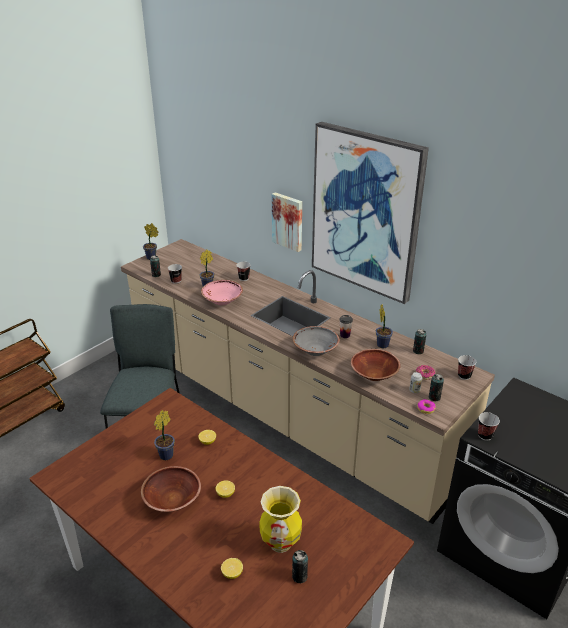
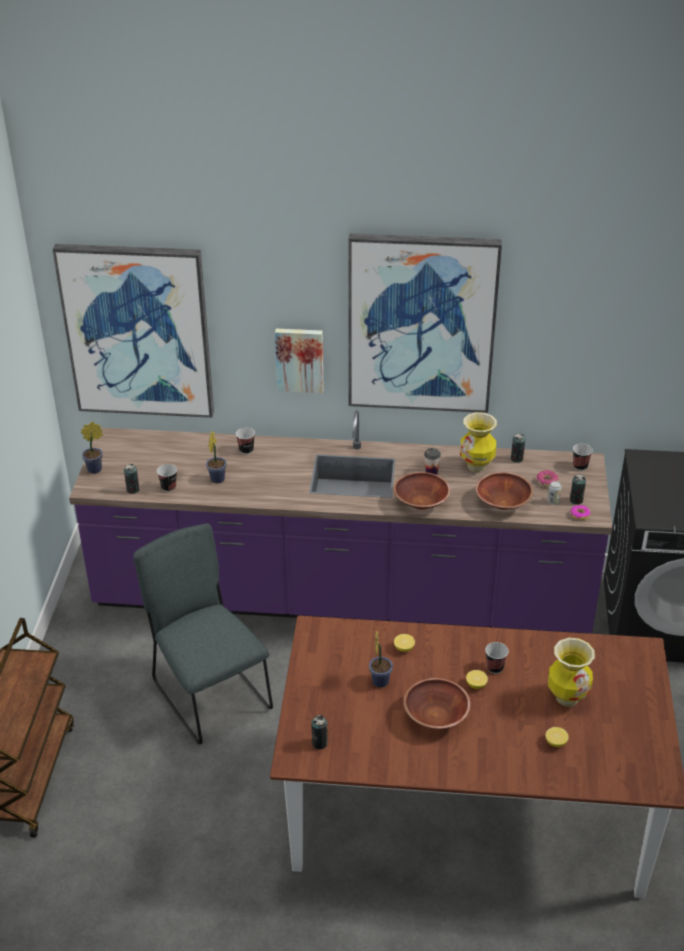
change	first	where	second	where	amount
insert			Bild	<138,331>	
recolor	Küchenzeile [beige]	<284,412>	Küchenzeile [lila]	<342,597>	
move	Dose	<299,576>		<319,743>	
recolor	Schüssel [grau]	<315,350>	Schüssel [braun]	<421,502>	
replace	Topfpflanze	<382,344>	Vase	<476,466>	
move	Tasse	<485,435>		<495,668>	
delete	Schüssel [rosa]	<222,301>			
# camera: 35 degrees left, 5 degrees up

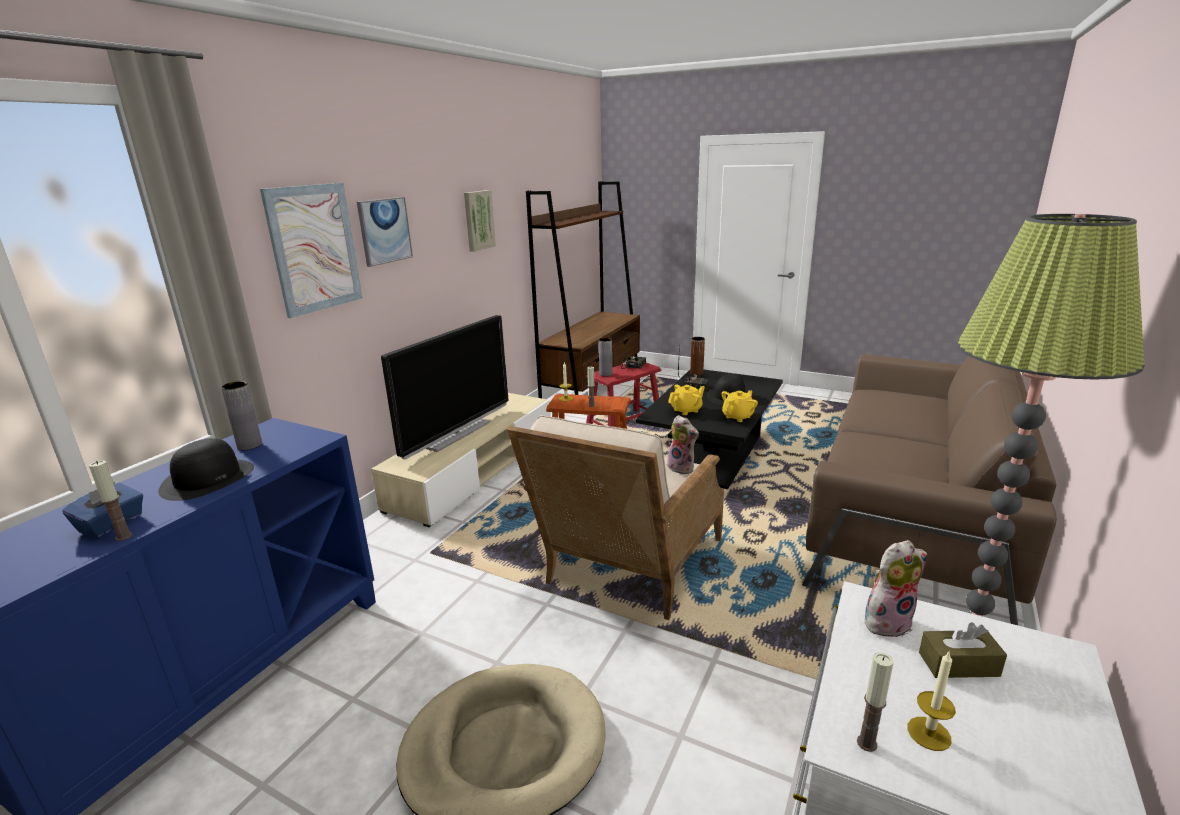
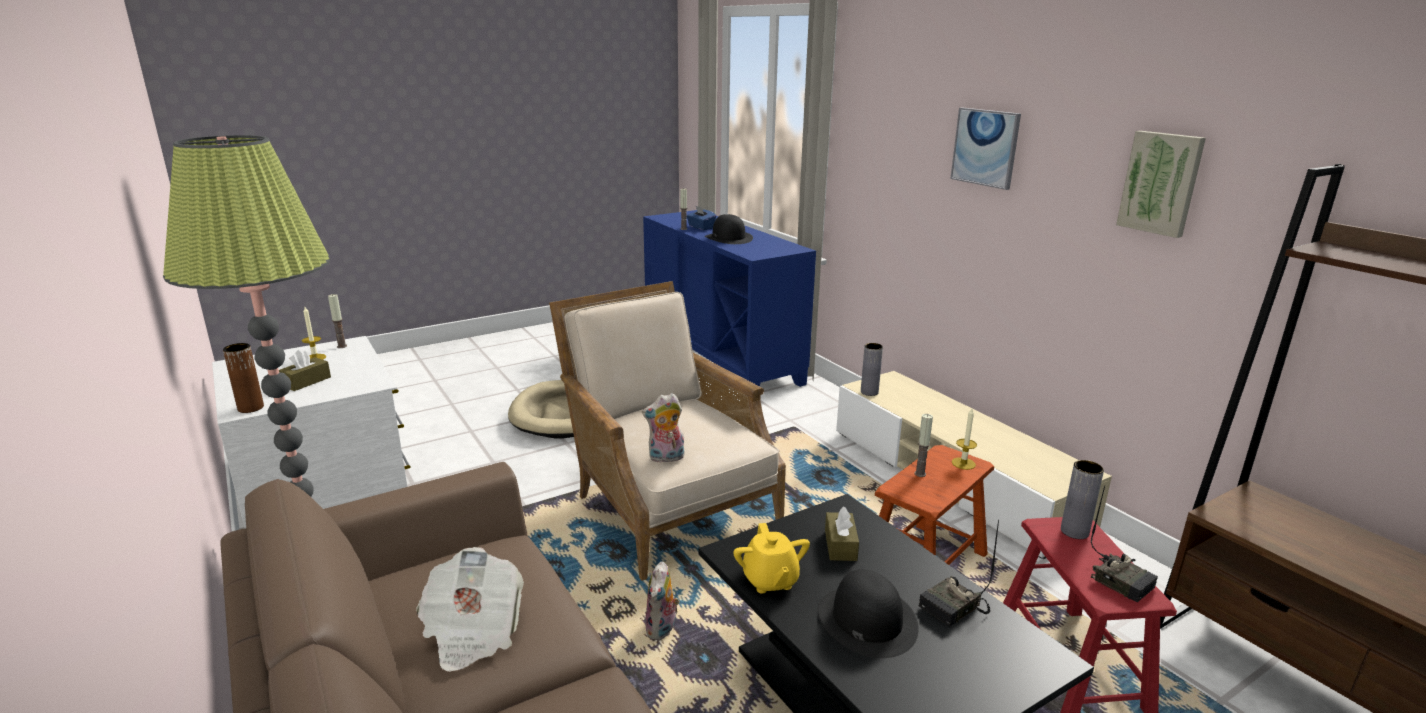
change	first	where	second	where	amount
move	Vase [braun]	<696,373>		<251,408>	
insert			Zeitung	<472,631>	
move	Plüschtier	<887,621>		<662,629>	
replace	Teekanne [gelb]	<686,410>	Taschentuchbox [braun]	<840,545>	
move	Vase [grau]	<249,445>		<869,392>	
delete	Bild	<314,248>			
delete	Fernseher	<455,434>			
# camera: 120 degrees right, 0 degrees up

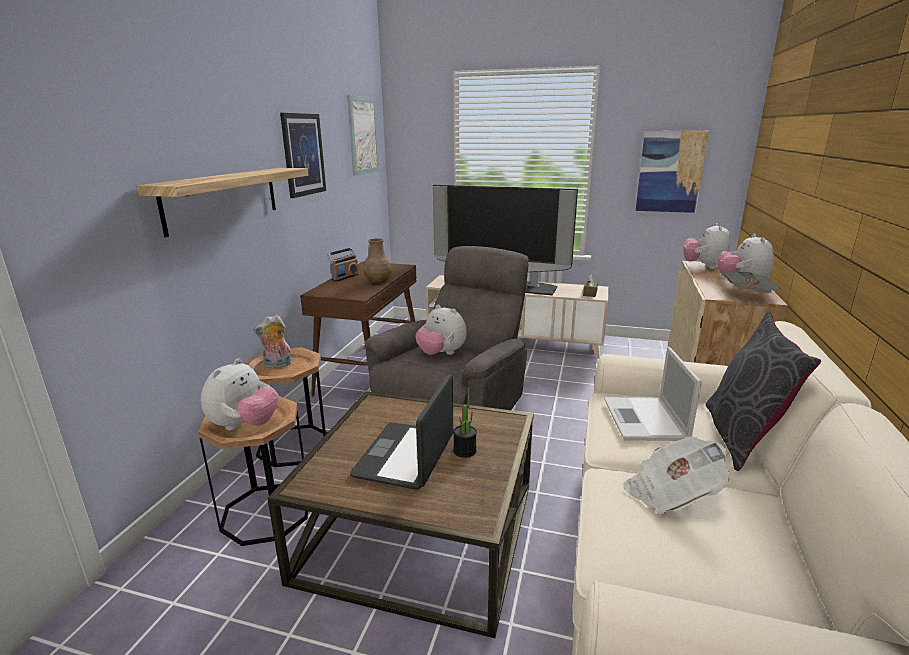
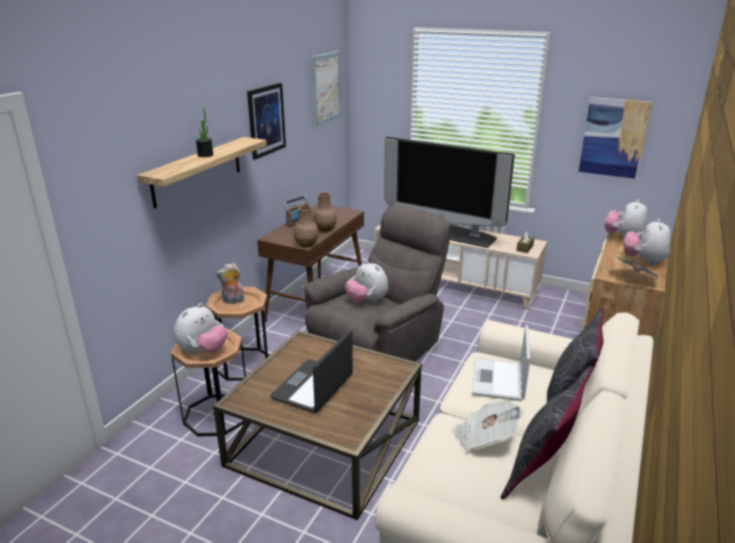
change	first	where	second	where	amount
move	Topfpflanze	<464,451>		<205,155>	
insert			Vase [braun]	<306,244>	
insert			Kissen [grau]	<540,472>	
# camera: 10 degrees right, 5 degrees up

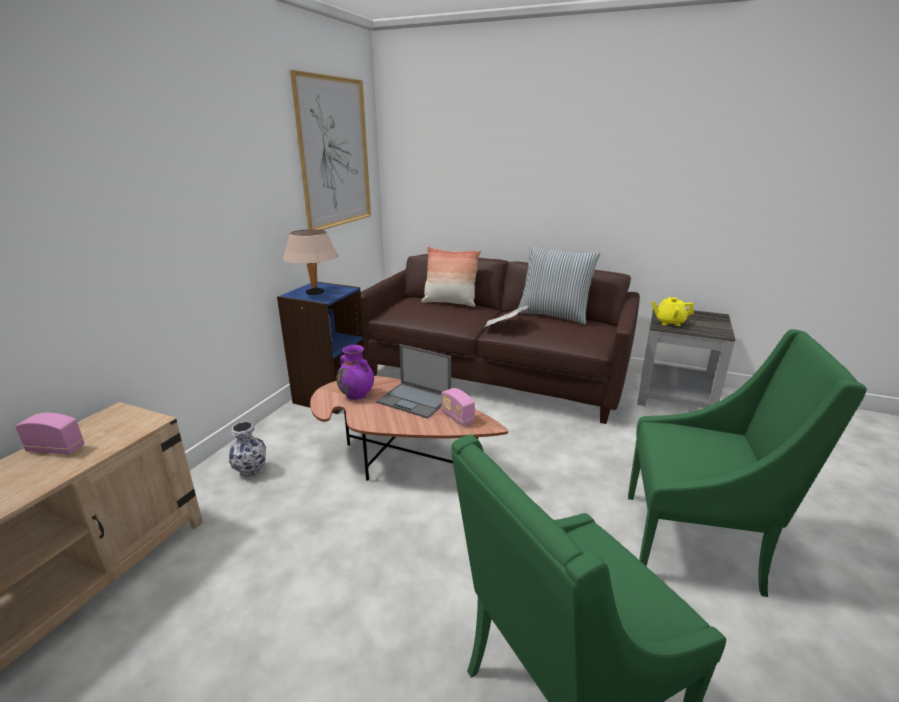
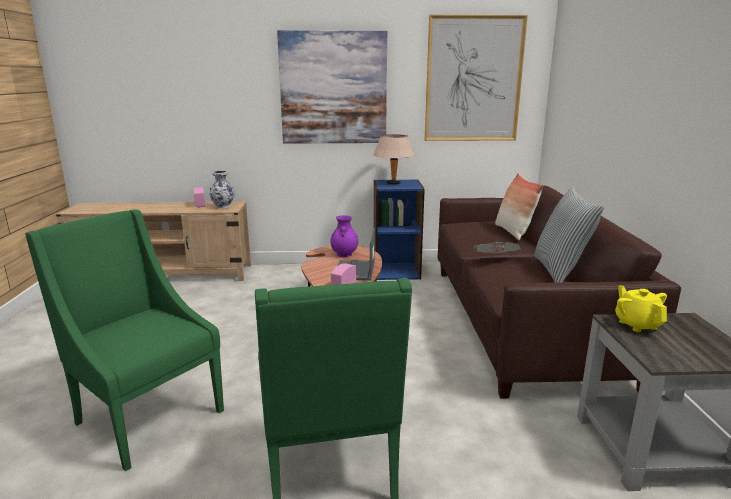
change	first	where	second	where	amount
move	Vase	<251,471>		<223,206>	
insert			Bild	<333,88>	
# camera: 65 degrees right, 5 degrees down

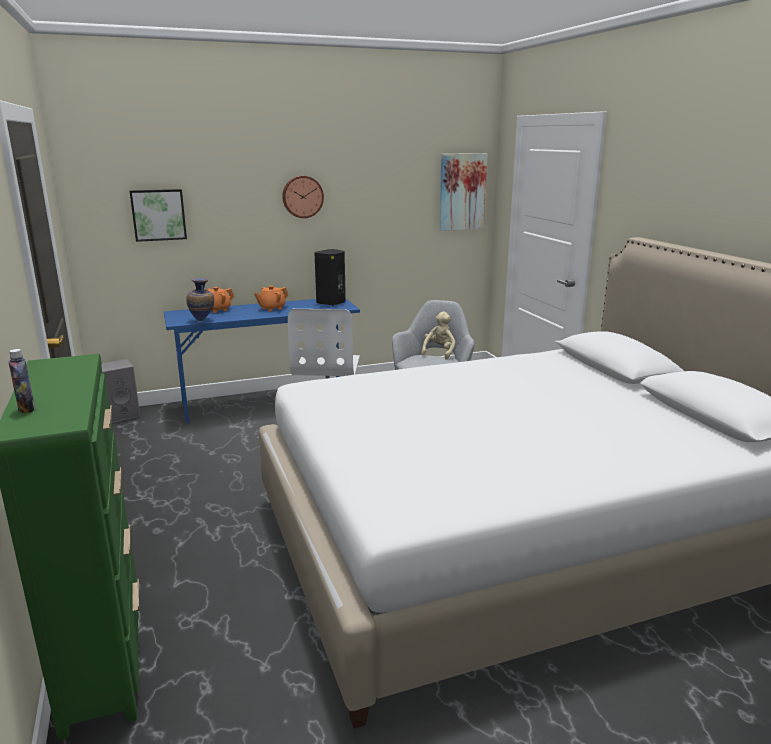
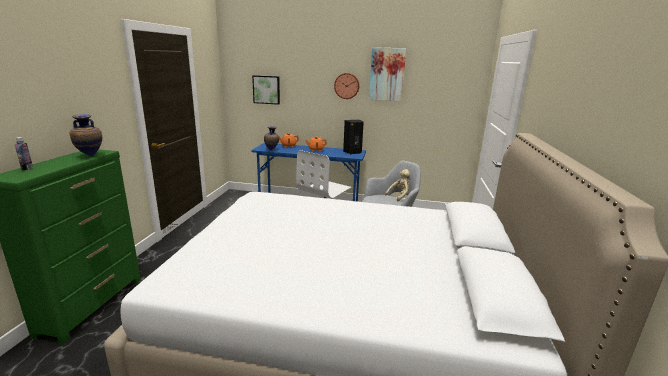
change	first	where	second	where	amount
insert			Vase	<90,156>	
move	Bild	<462,192>		<387,74>	
delete	Lautsprecher [grau]	<122,415>			
# camera: 30 degrees right, 0 degrees up

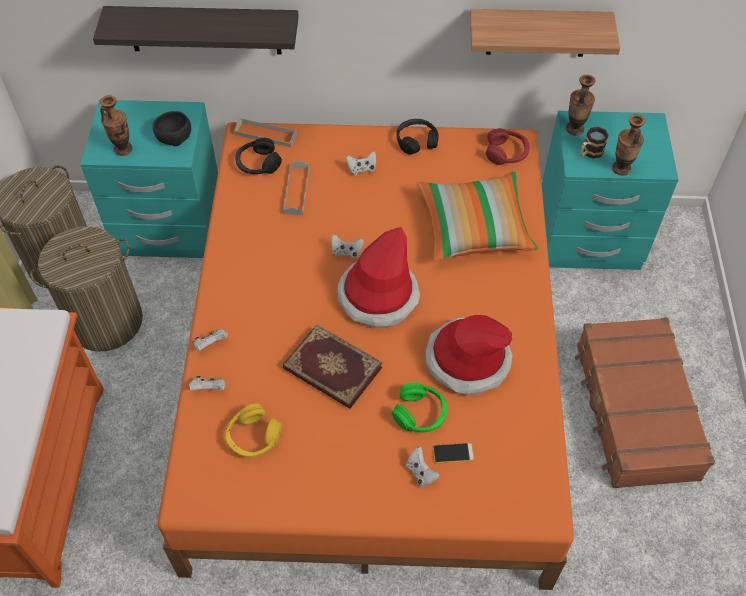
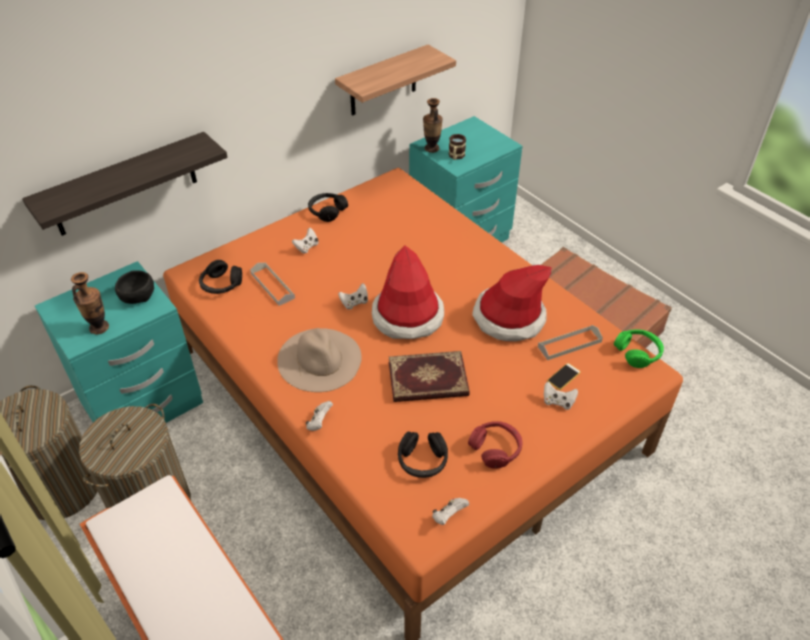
change	first	where	second	where	amount
insert			Hut [beige]	<319,359>	
recolor	Kopfhörer [gelb]	<253,437>	Kopfhörer [schwarz]	<422,461>	
move	Gamepad [weiß]	<209,389>		<448,516>	
move	Kopfhörer [rot]	<506,153>		<496,448>	
move	Tablett [grau]	<266,134>		<569,344>	
move	Kopfhörer [grün]	<420,413>		<638,352>	
delete	Kissen	<474,227>			
delete	Vase	<621,168>			
# camera: 40 degrees left, 10 degrees down

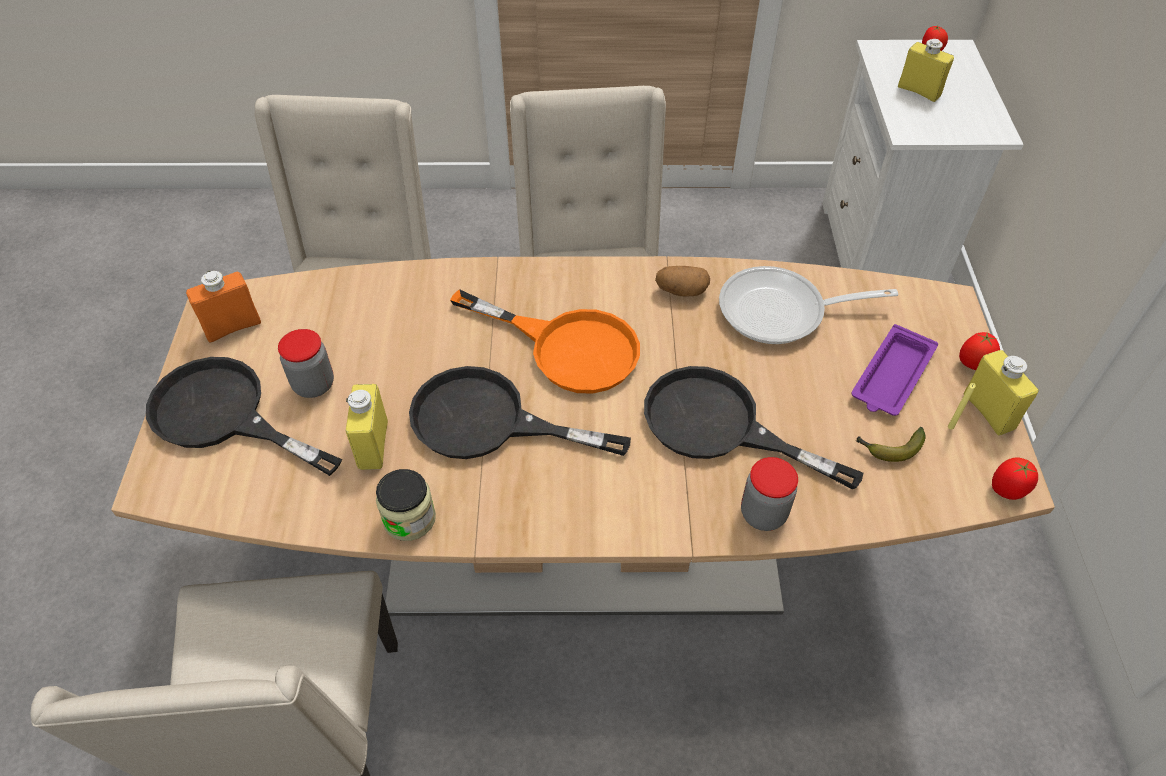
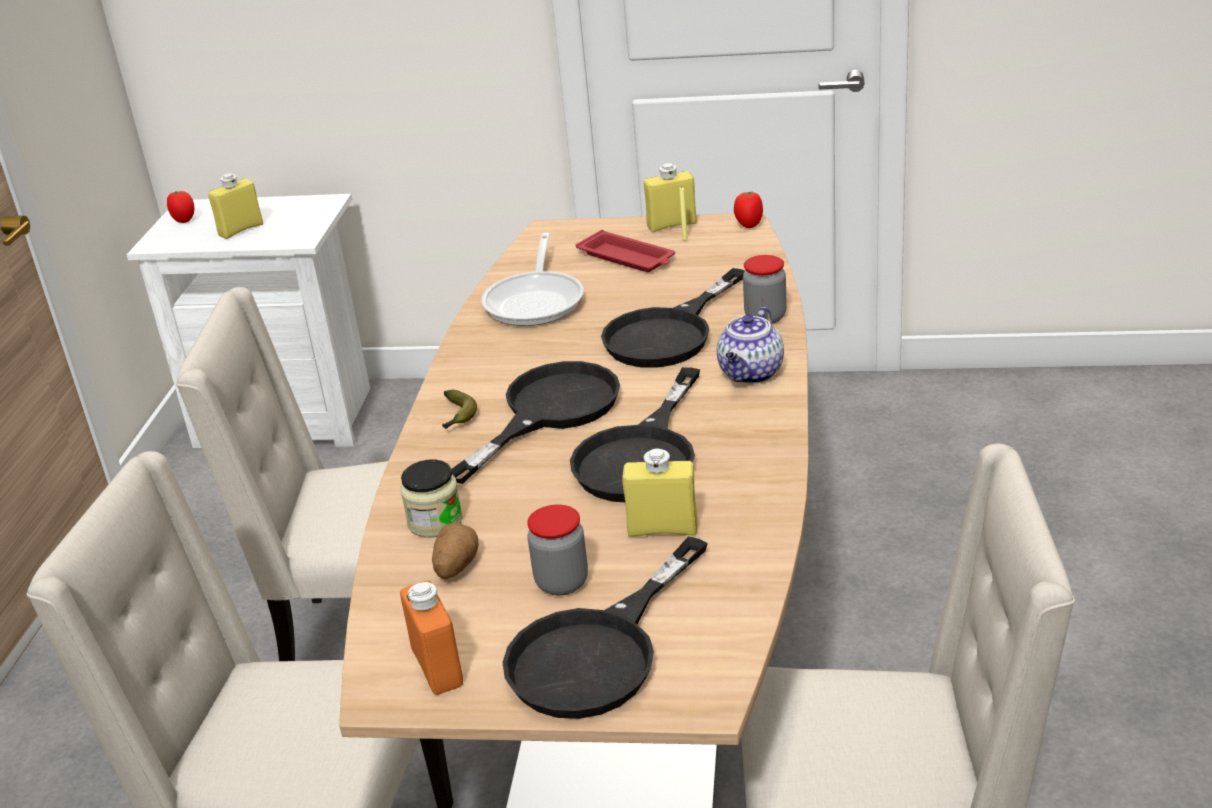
change	first	where	second	where	amount
move	Vorratsglas	<409,519>		<435,522>	
move	Kartoffel	<681,291>		<455,566>	
move	Banane	<889,448>		<457,416>	
recolor	Pfanne [orange]	<567,347>	Pfanne [schwarz]	<549,412>	
recolor	Tablett [lila]	<891,377>	Tablett [rot]	<627,258>	
insert			Teekanne	<751,374>	
delete	Tomate	<973,365>			
# camera: 80 degrees left, 20 degrees down

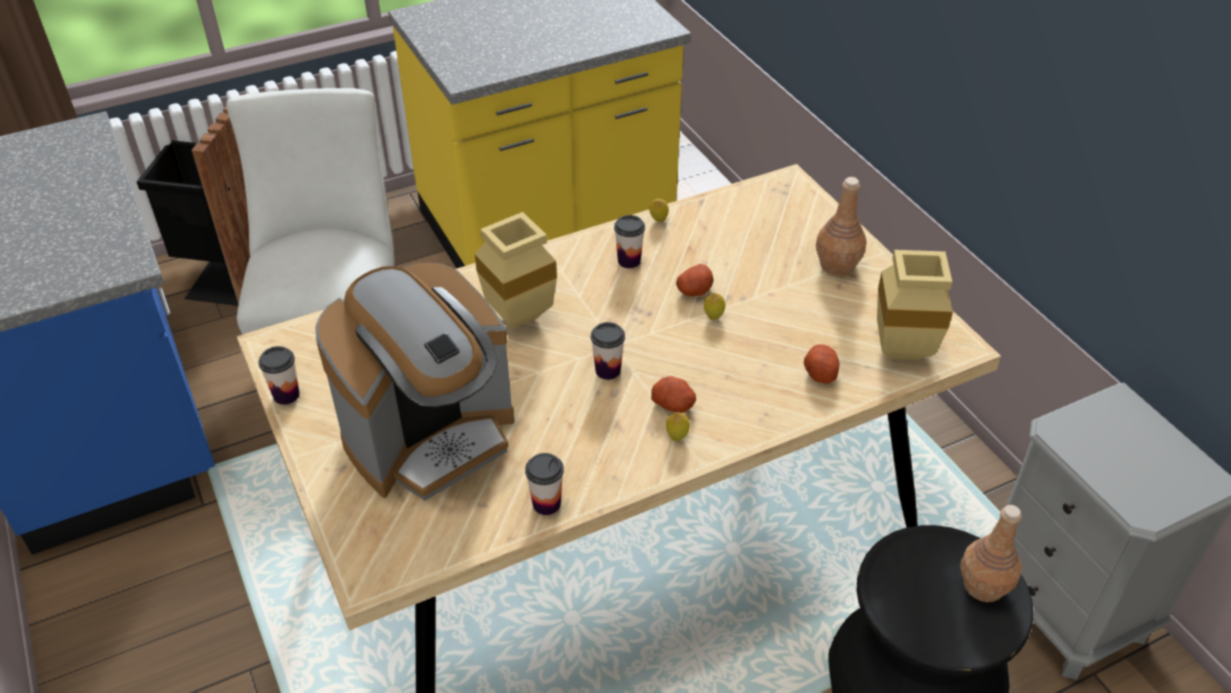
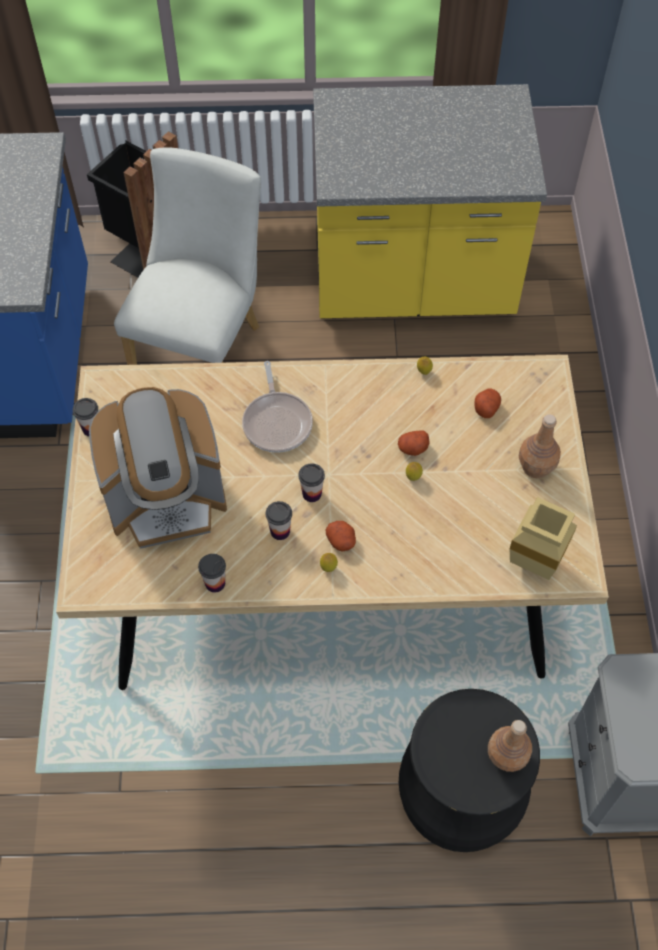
change	first	where	second	where	amount
replace	Vase [beige]	<521,315>	Pfanne	<277,422>	
move	Tasse	<629,261>		<280,531>	
move	Kartoffel	<820,372>		<486,407>	
# camera: 25 degrees right, 15 degrees up

